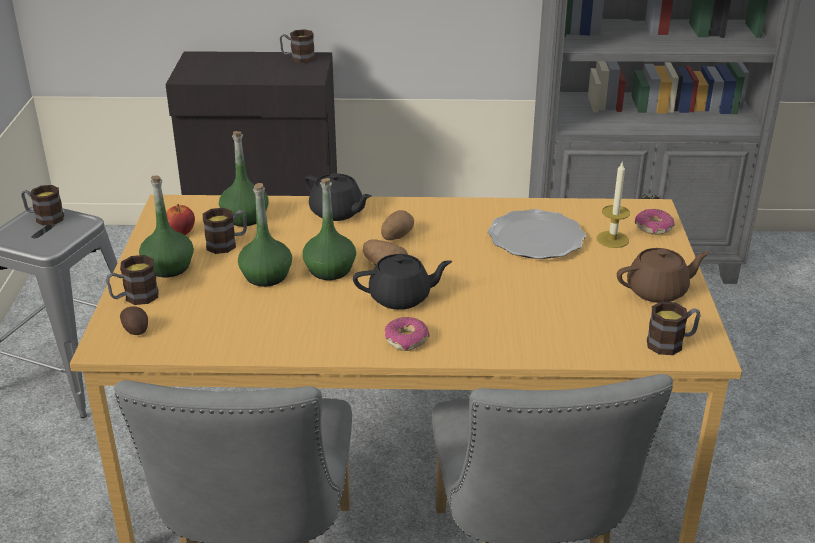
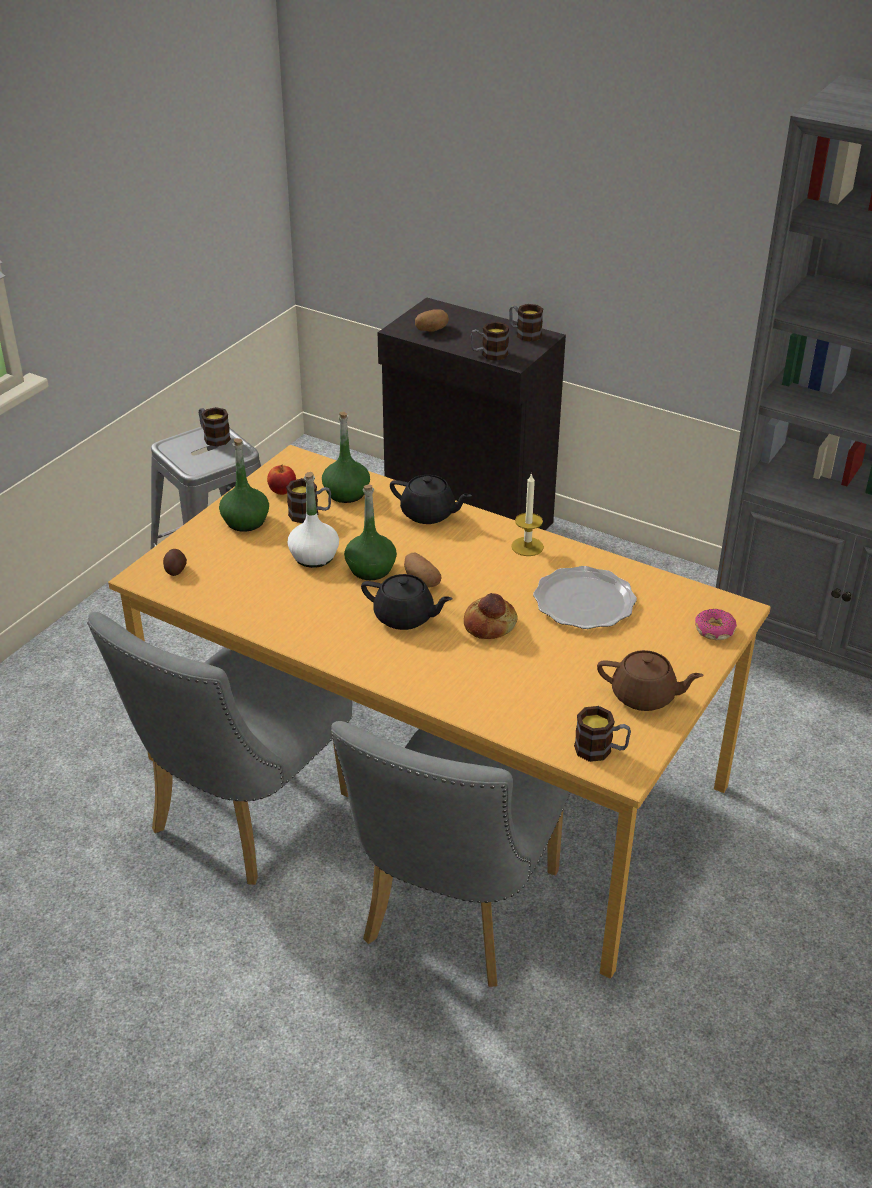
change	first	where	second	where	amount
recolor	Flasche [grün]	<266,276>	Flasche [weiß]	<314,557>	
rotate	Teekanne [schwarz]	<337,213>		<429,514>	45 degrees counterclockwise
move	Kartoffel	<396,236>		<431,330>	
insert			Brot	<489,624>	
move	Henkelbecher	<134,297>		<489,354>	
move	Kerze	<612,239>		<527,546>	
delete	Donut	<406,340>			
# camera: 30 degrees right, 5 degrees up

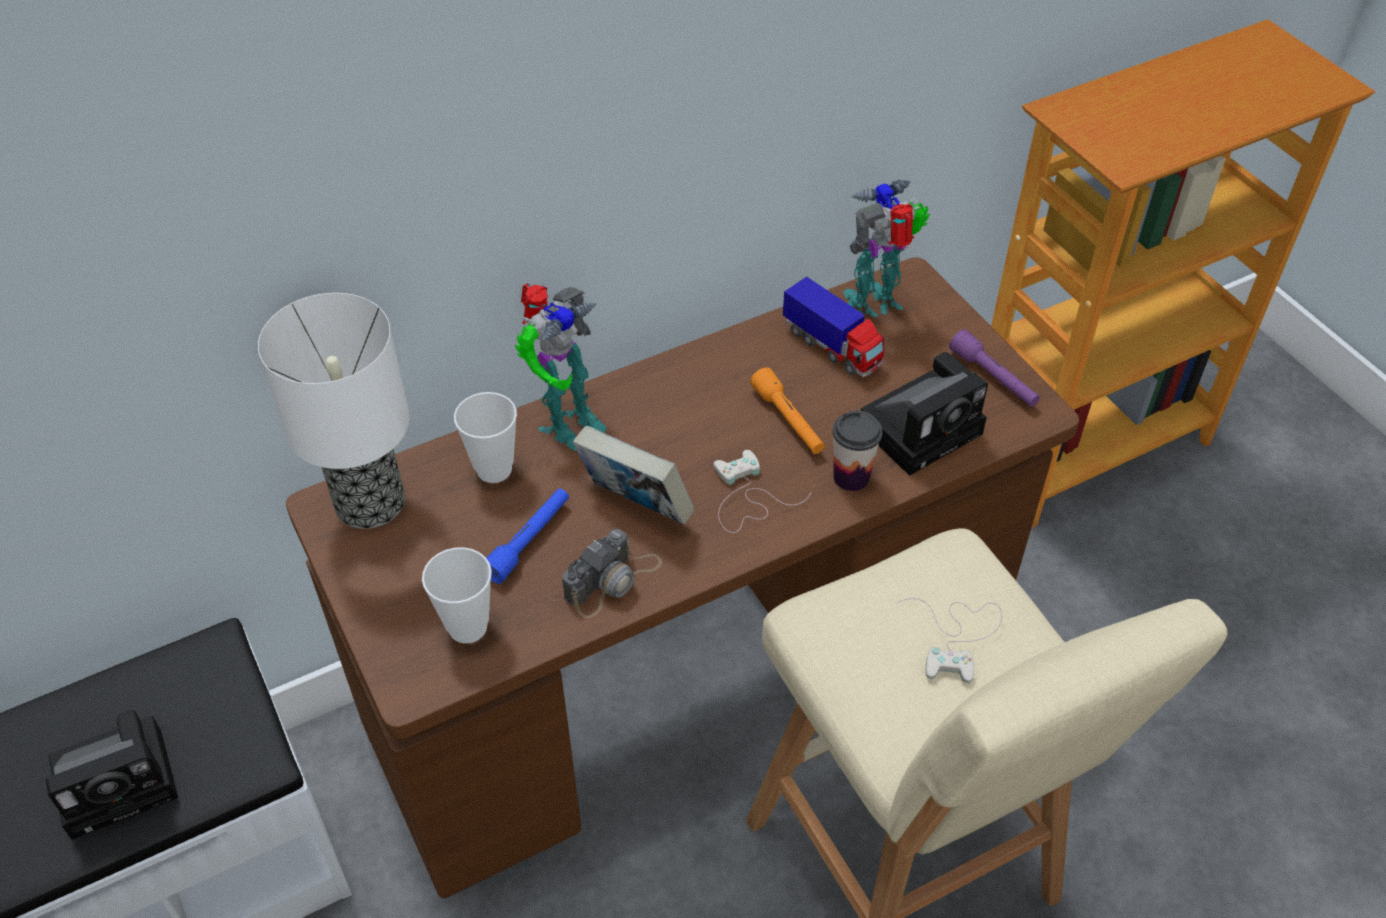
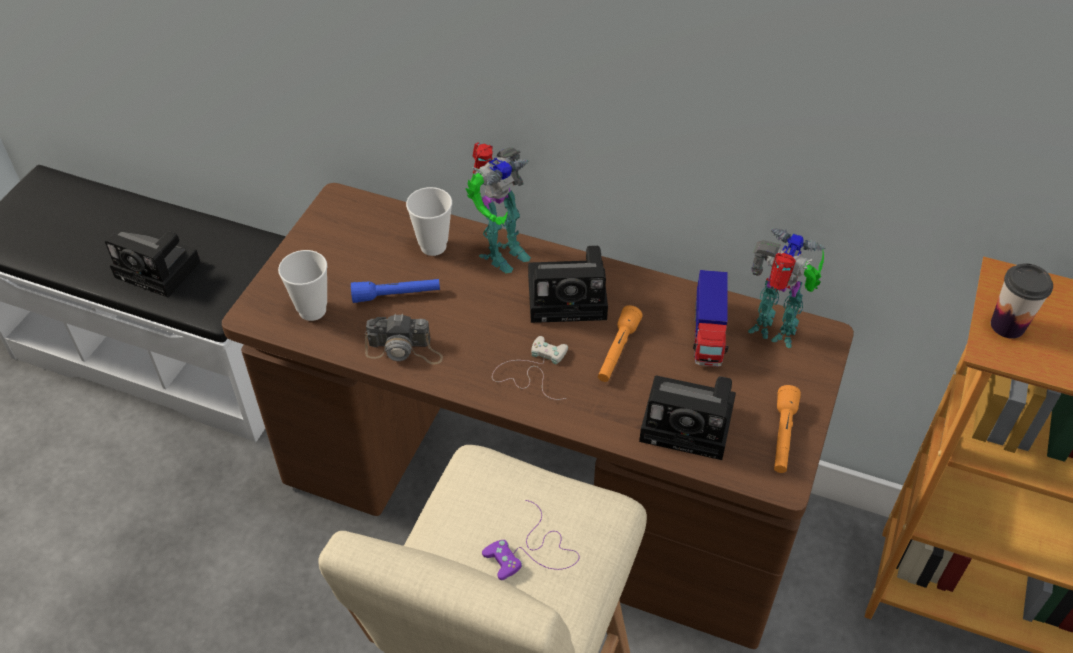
change	first	where	second	where	amount
rotate	Spielzeugroboter	<566,423>		<500,253>	45 degrees counterclockwise
recolor	Gamepad [weiß]	<956,636>	Gamepad [lila]	<533,551>	
insert			Kamera	<571,297>	
recolor	Taschenlampe [lila]	<993,378>	Taschenlampe [orange]	<783,436>	
move	Tasse	<851,477>		<1007,325>	
delete	Tischlampe	<370,501>			
delete	Buch	<635,506>			
# camera: 50 degrees right, 0 degrees up

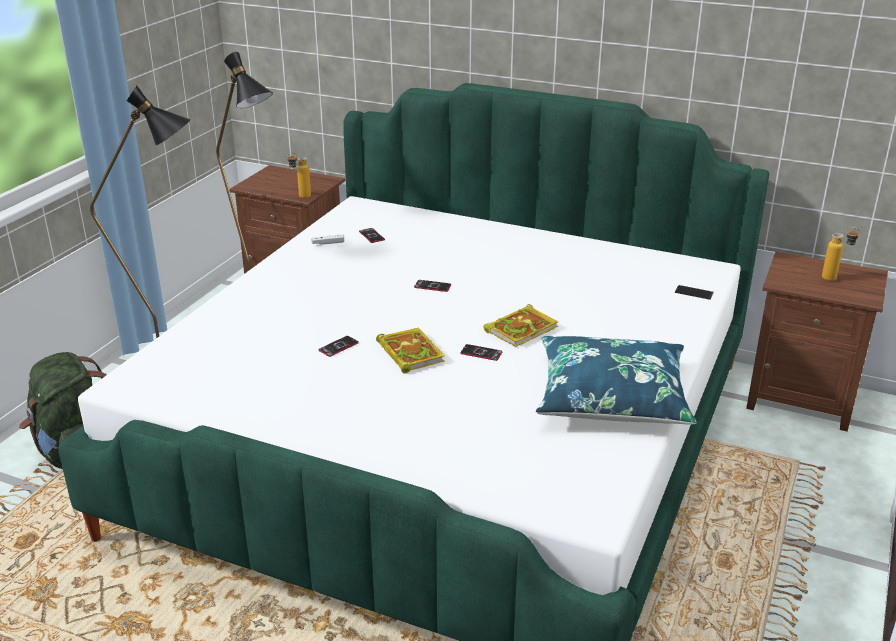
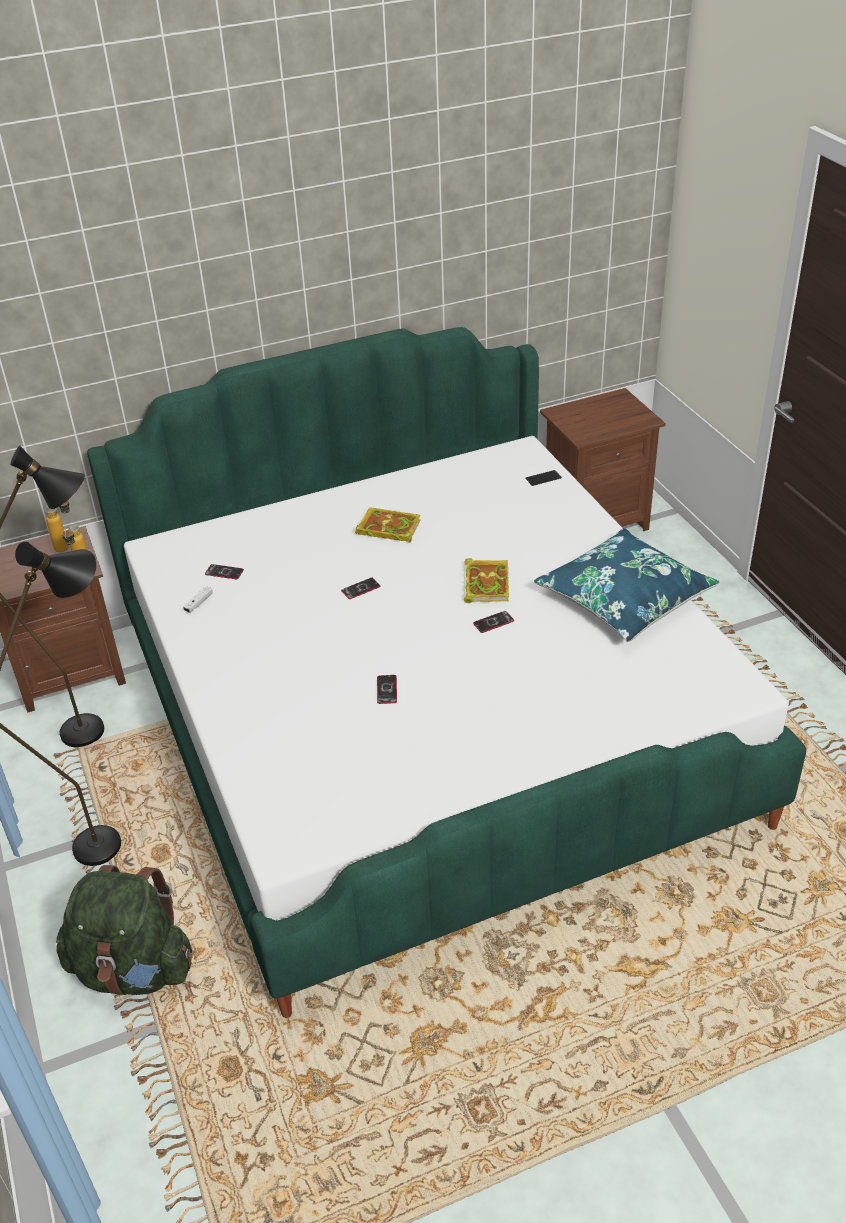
change	first	where	second	where	amount
move	Flasche	<835,279>		<67,546>	
move	Buch	<409,352>		<387,528>	
# camera: 45 degrees left, 10 degrees up

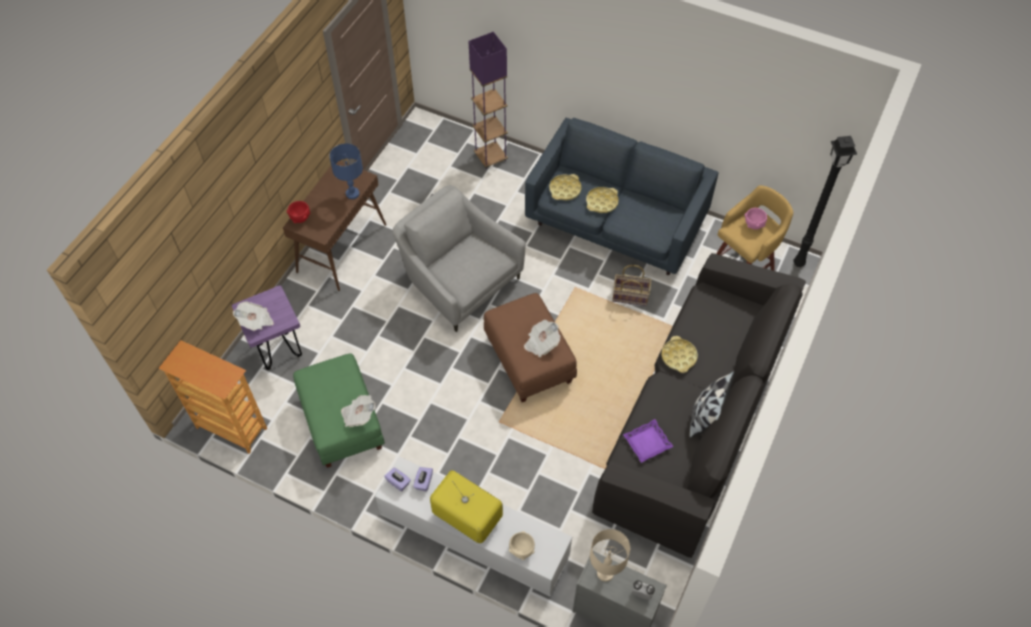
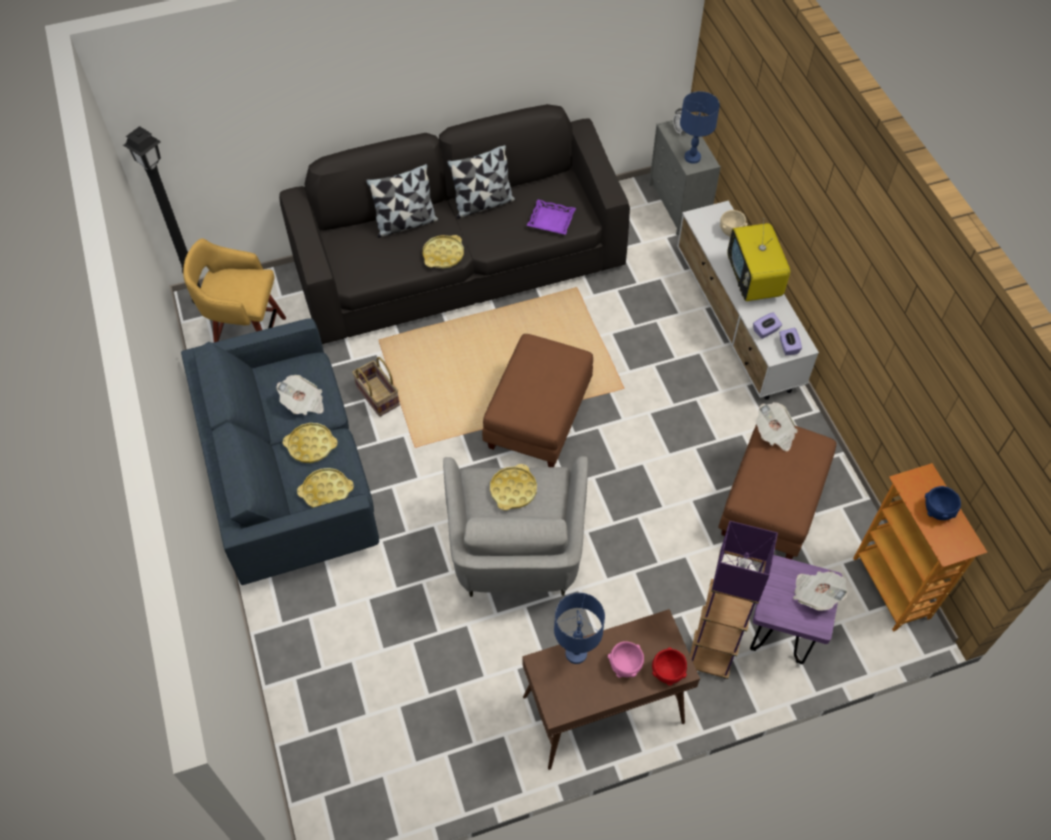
change	first	where	second	where	amount
move	Zeitung	<541,343>		<303,403>	
insert			Kissen	<405,223>	
insert			Tablett [gelb]	<513,490>	
move	Schüssel [rosa]	<753,224>		<625,665>	
recolor	Tischlampe [beige]	<605,573>	Tischlampe [blau]	<692,157>	
move	Stehlampe [lila]	<490,157>		<710,657>	
recolor	Polsterhocker [grün]	<341,422>	Polsterhocker [braun]	<772,504>	
insert			Schüssel [blau]	<937,511>	
# camera: 135 degrees left, 0 degrees up

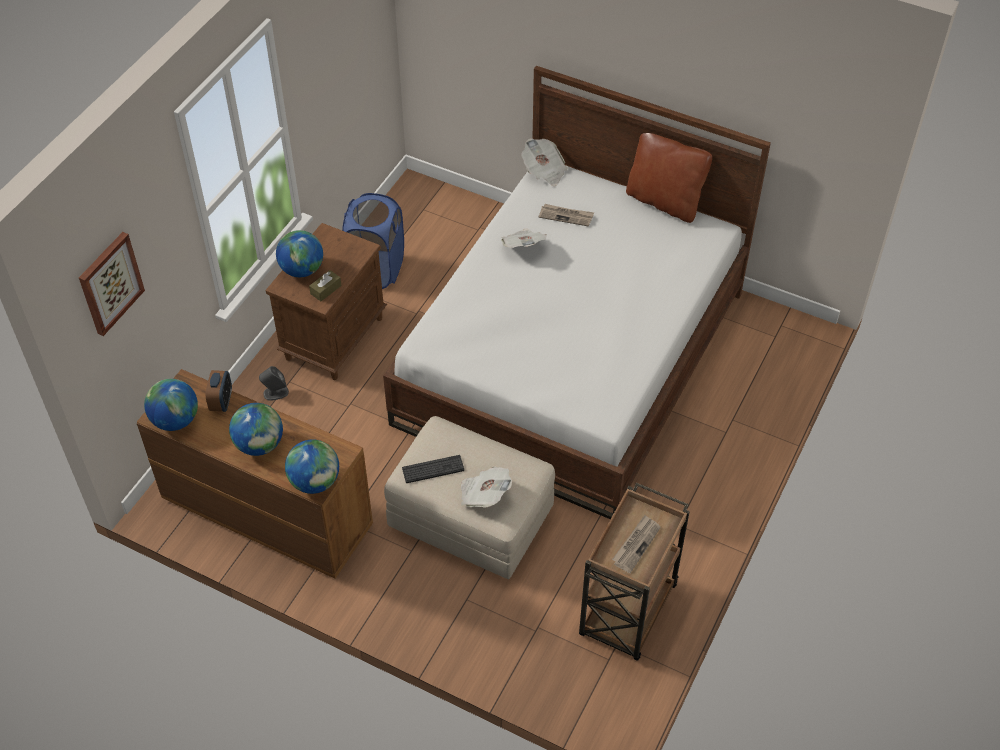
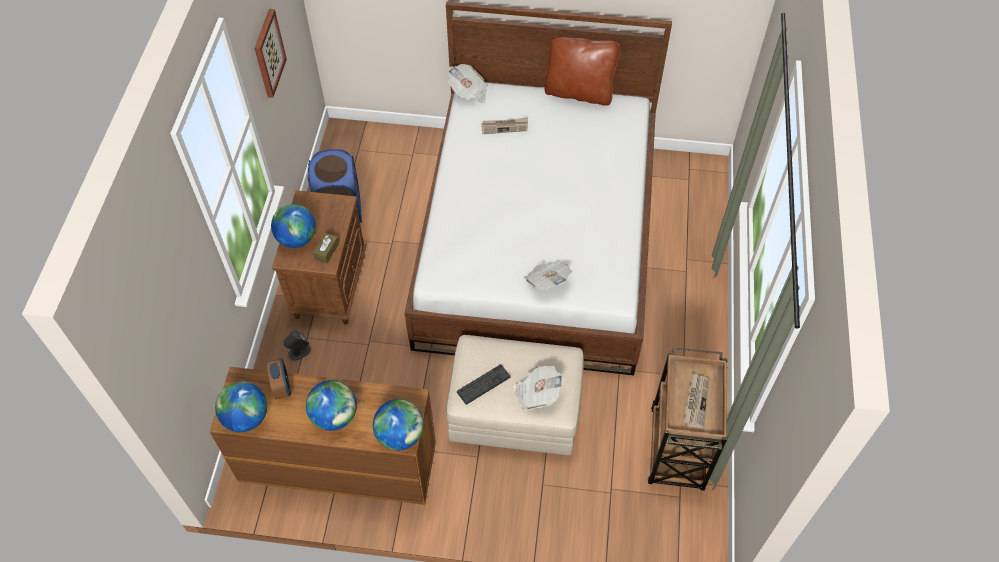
change	first	where	second	where	amount
move	Bild	<110,283>		<268,53>	
move	Zeitung	<523,247>		<547,281>	
# camera: 20 degrees left, 5 degrees up

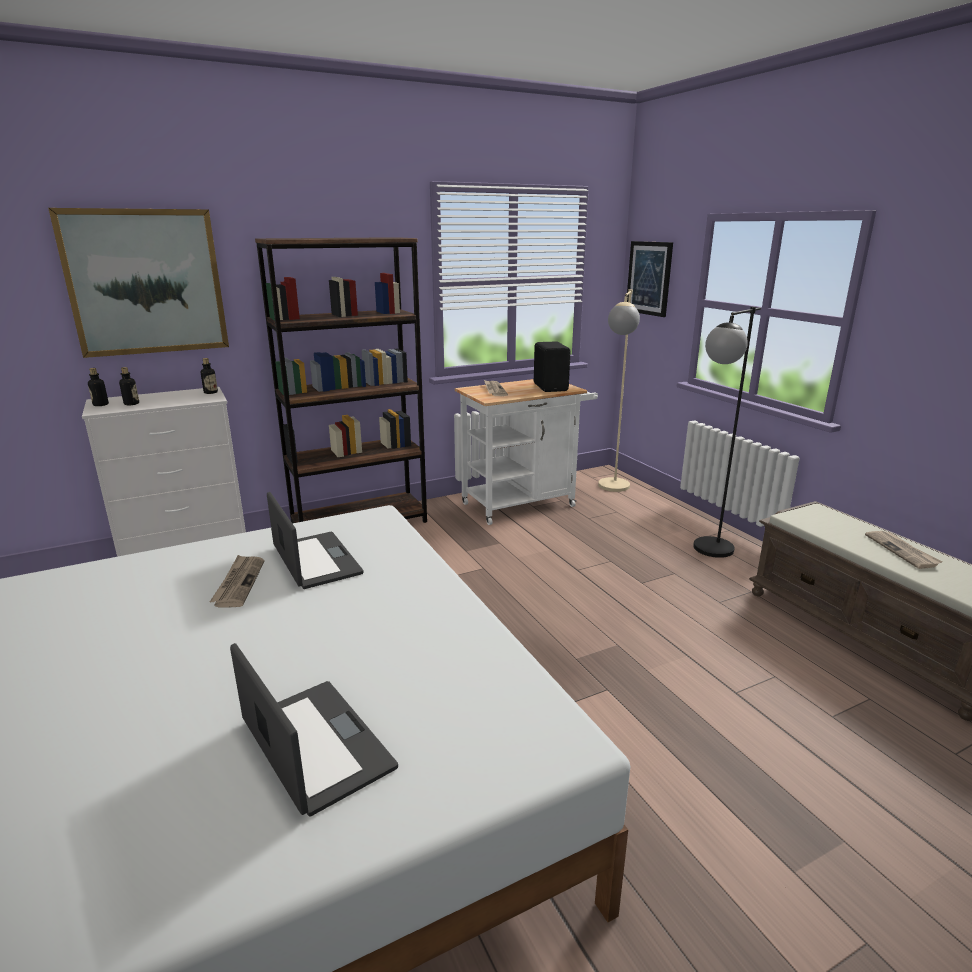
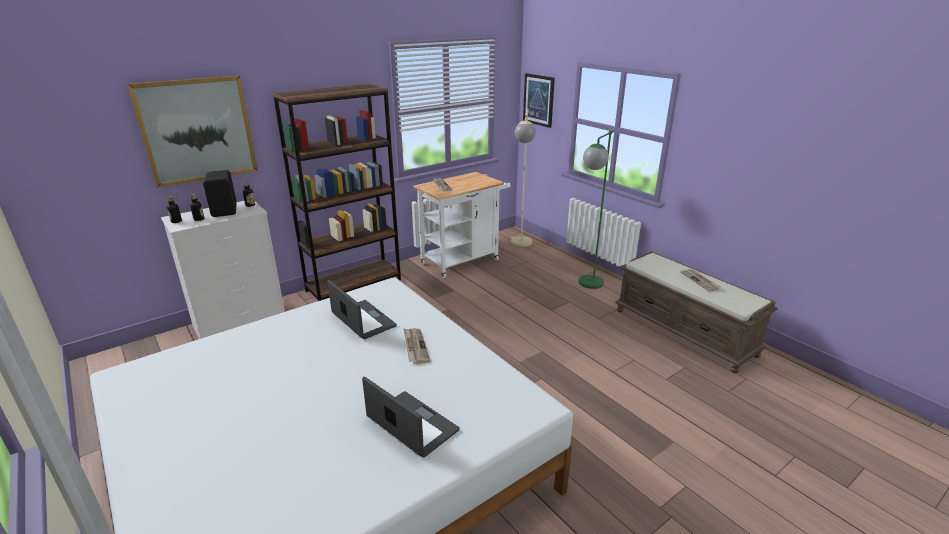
change	first	where	second	where	amount
move	Lautsprecher [schwarz]	<551,387>		<225,210>	
move	Zeitung	<239,583>		<415,347>	
recolor	Stehlampe [schwarz]	<706,553>	Stehlampe [grün]	<587,286>	
# camera: 10 degrees left, 5 degrees up

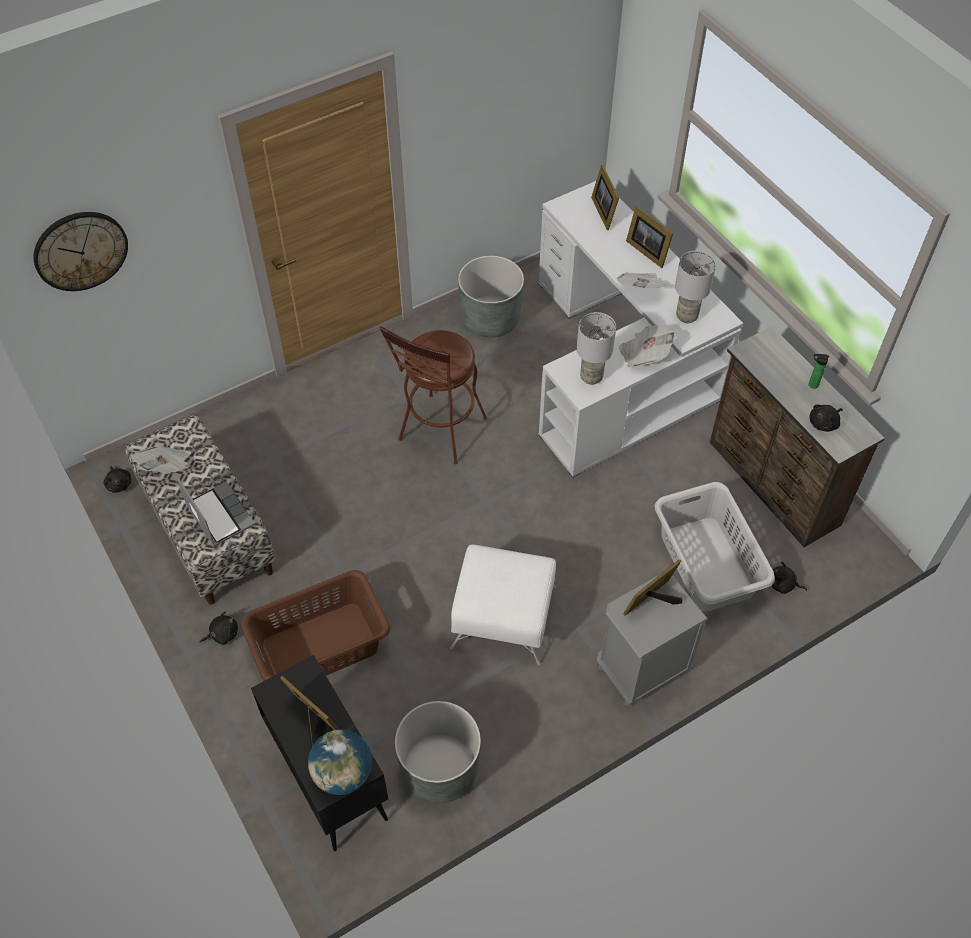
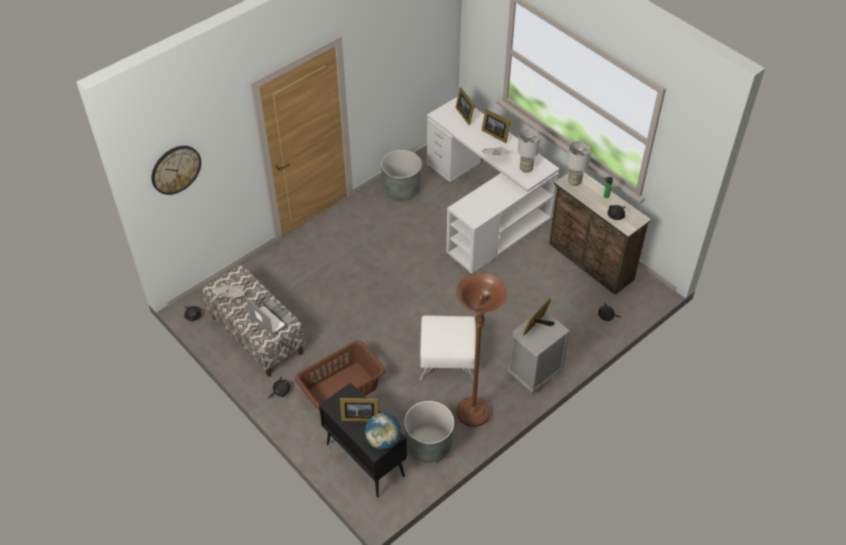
change	first	where	second	where	amount
rotate	Bilderrahmen	<312,720>		<359,416>	150 degrees clockwise
insert			Stehlampe [braun]	<473,413>	
move	Tischlampe [grau]	<591,377>		<574,182>	
delete	Hocker [braun]	<439,434>			
delete	Zeitung	<644,354>			
delete	Wäschekorb [grau]	<706,564>			
# camera: 10 degrees left, 5 degrees down

